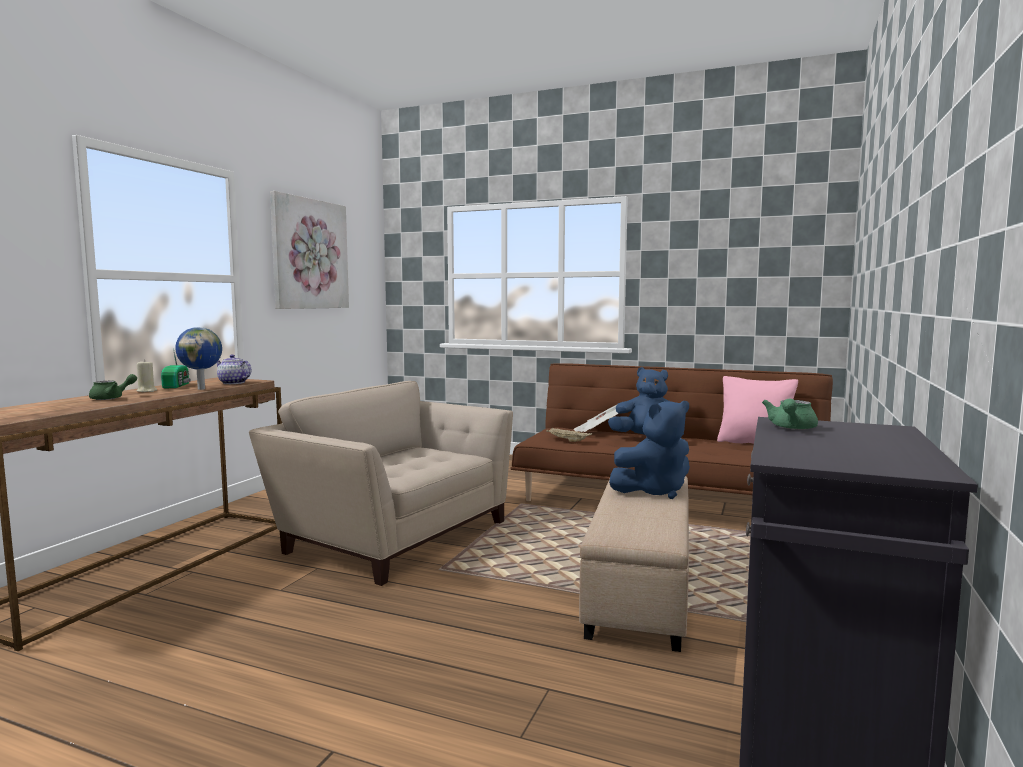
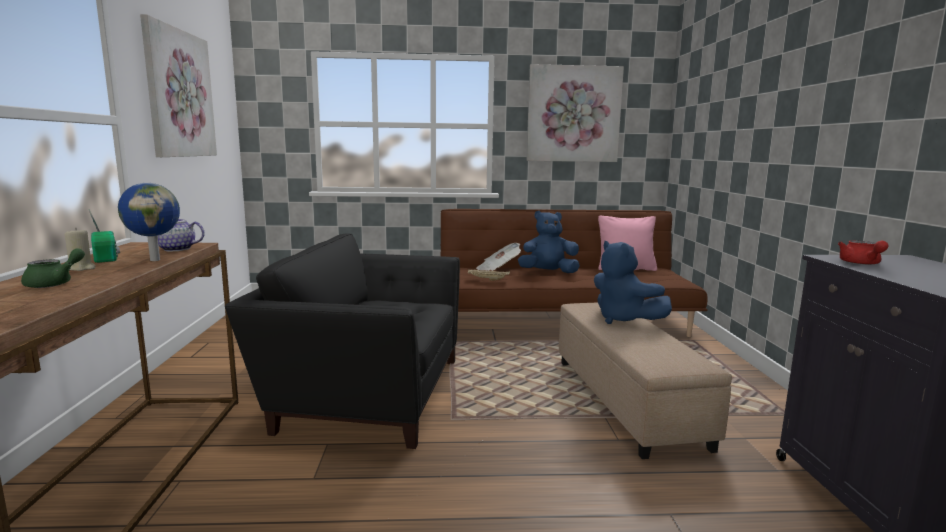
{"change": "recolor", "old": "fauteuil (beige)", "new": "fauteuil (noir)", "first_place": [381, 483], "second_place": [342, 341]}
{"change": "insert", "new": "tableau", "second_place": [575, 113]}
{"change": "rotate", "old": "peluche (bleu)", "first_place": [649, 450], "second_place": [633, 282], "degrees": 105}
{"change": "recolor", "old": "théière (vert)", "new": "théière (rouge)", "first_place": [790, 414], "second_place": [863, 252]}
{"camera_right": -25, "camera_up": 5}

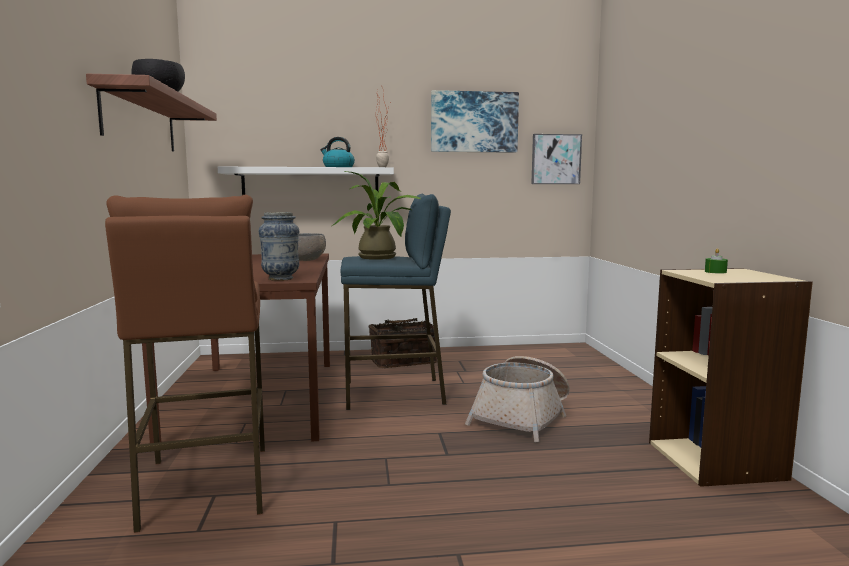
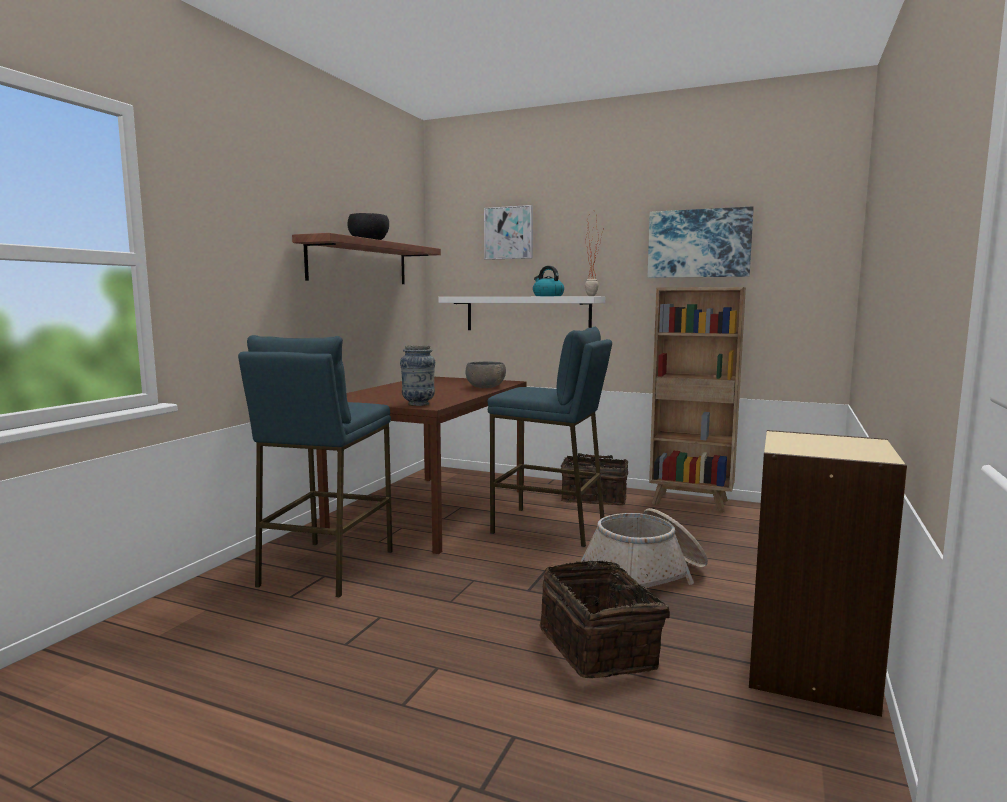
{"change": "recolor", "old": "tabouret (marron)", "new": "tabouret (bleu)", "first_place": [185, 364], "second_place": [315, 466]}
{"change": "move", "old": "tableau", "first_place": [556, 159], "second_place": [508, 232]}
{"change": "insert", "new": "panier", "second_place": [605, 619]}
{"change": "insert", "new": "bibliothèque (marron)", "second_place": [697, 400]}
{"change": "delete", "old": "plante en pot", "first_place": [376, 215]}
{"change": "delete", "old": "bougie (vert)", "first_place": [716, 261]}
{"camera_right": 30, "camera_up": 0}

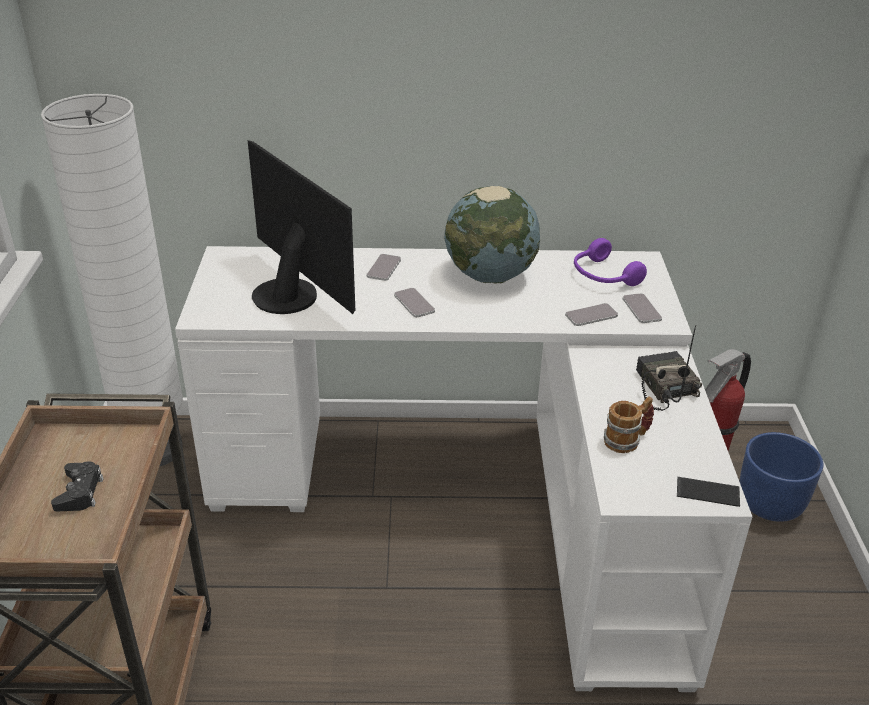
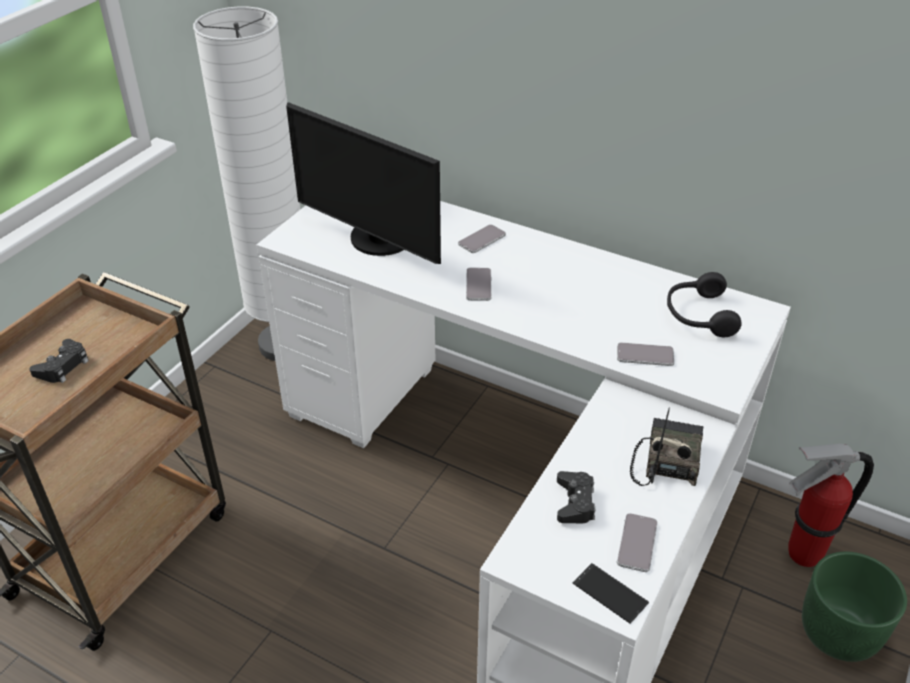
{"change": "rotate", "old": "écran d'ordinateur", "first_place": [301, 227], "second_place": [363, 183], "degrees": 135}
{"change": "replace", "old": "mug", "new": "manette (noir)", "first_place": [629, 424], "second_place": [576, 497]}
{"change": "move", "old": "téléphone", "first_place": [642, 308], "second_place": [637, 542]}
{"change": "recolor", "old": "casque audio (violet)", "new": "casque audio (noir)", "first_place": [610, 262], "second_place": [704, 304]}
{"change": "recolor", "old": "cache-pot (bleu)", "new": "cache-pot (vert)", "first_place": [781, 477], "second_place": [854, 607]}
{"change": "delete", "old": "globe", "first_place": [492, 234]}
{"camera_right": 30, "camera_up": 5}

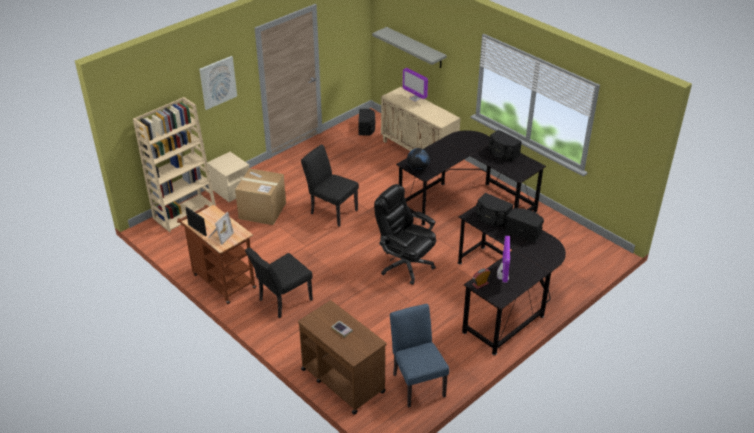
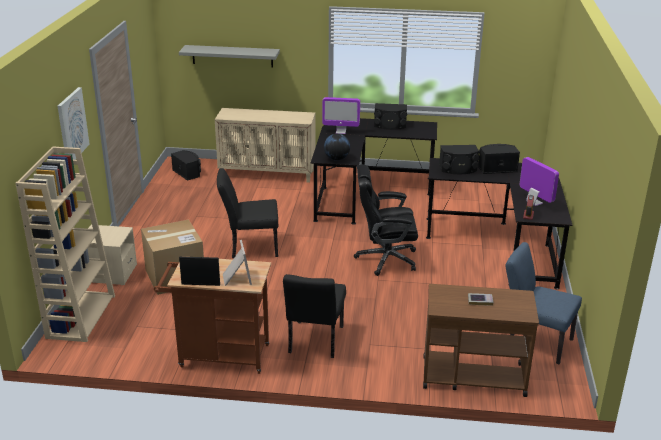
{"change": "move", "old": "écran d'ordinateur", "first_place": [415, 85], "second_place": [341, 115]}
{"camera_right": -40, "camera_up": -10}

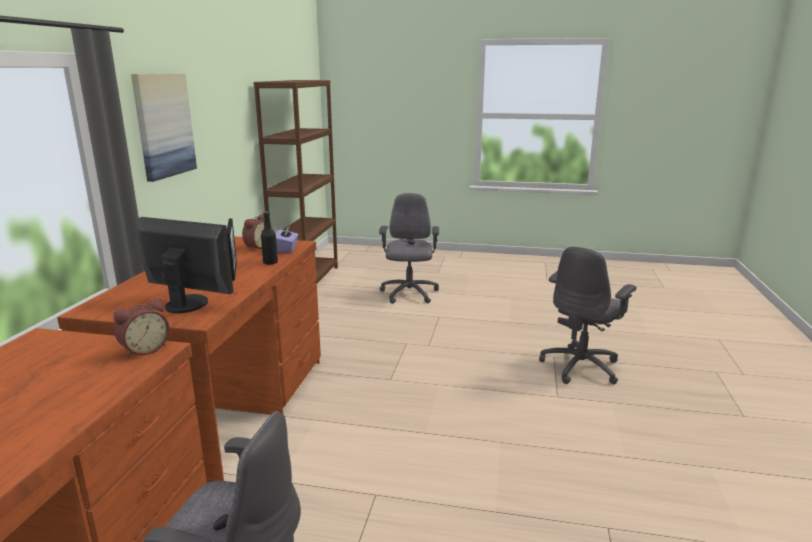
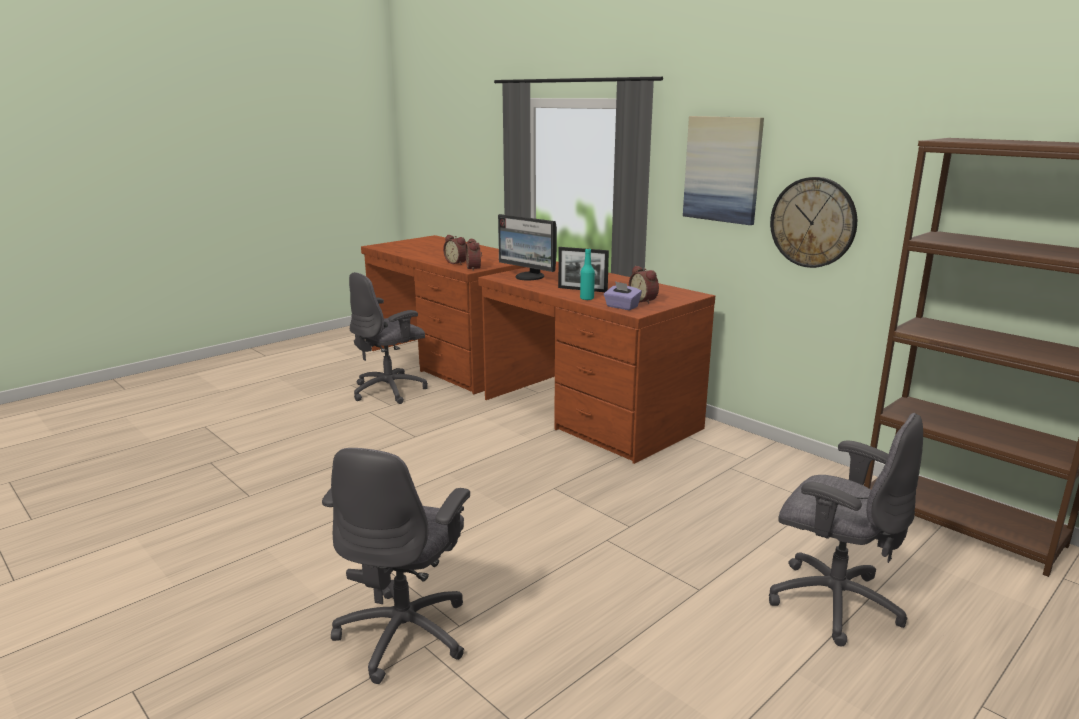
{"change": "rotate", "old": "chaise de bureau (gris)", "first_place": [588, 315], "second_place": [396, 566], "degrees": -150}
{"change": "insert", "new": "réveil", "second_place": [454, 250]}
{"change": "rotate", "old": "écran d'ordinateur", "first_place": [185, 265], "second_place": [527, 247], "degrees": 75}
{"change": "recolor", "old": "bouteille (noir)", "new": "bouteille (turquoise)", "first_place": [269, 238], "second_place": [587, 274]}
{"change": "insert", "new": "horloge murale", "second_place": [813, 222]}
{"camera_right": 125, "camera_up": 0}

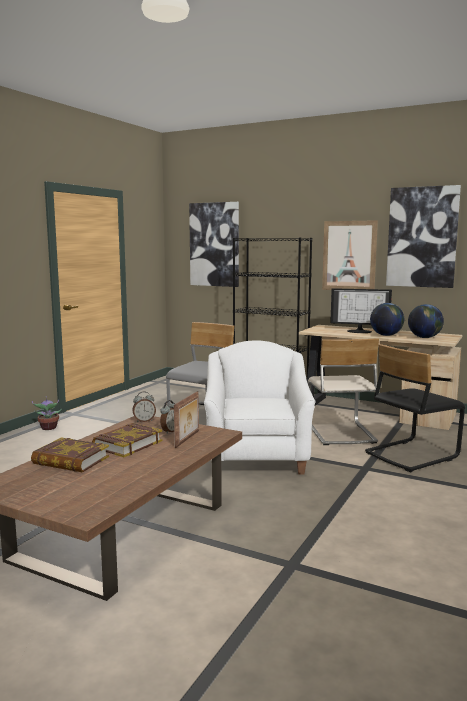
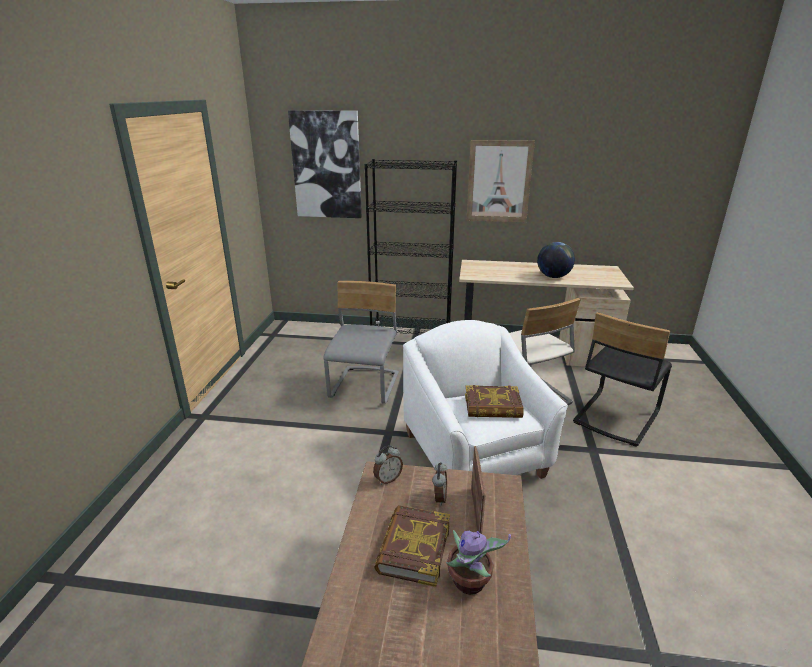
{"change": "move", "old": "plante en pot", "first_place": [46, 413], "second_place": [478, 562]}
{"change": "move", "old": "livre", "first_place": [70, 455], "second_place": [494, 401]}
{"change": "delete", "old": "écran d'ordinateur", "first_place": [361, 310]}
{"change": "delete", "old": "tableau", "first_place": [423, 236]}
{"change": "delete", "old": "globe", "first_place": [426, 321]}
{"camera_right": -20, "camera_up": 15}

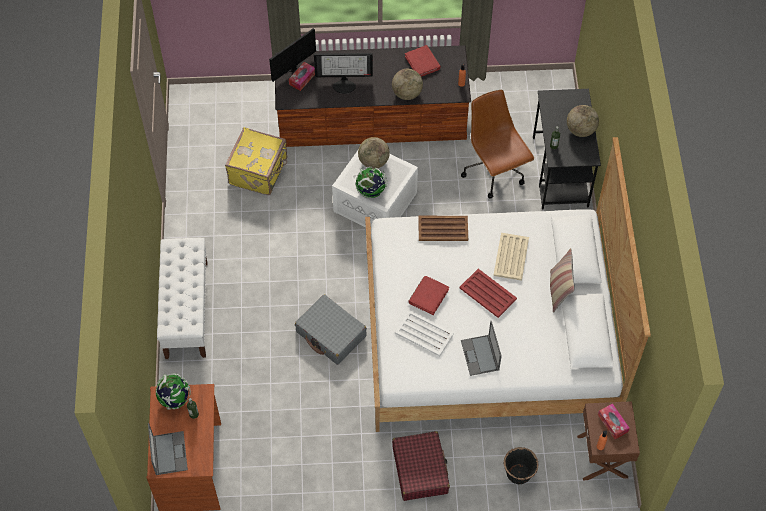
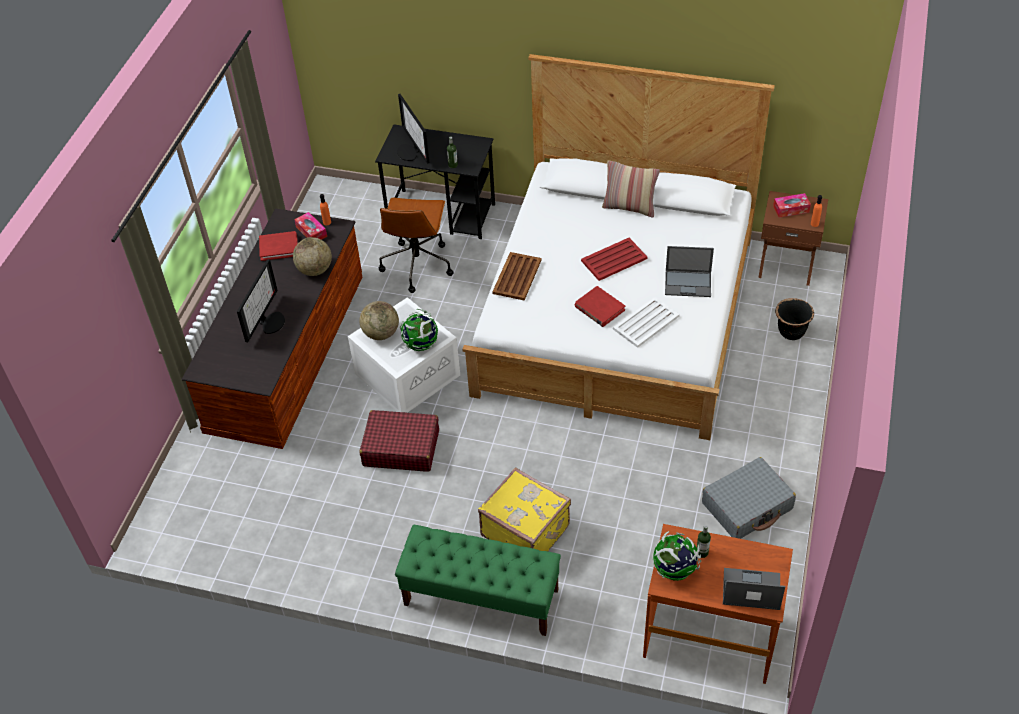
{"change": "move", "old": "boîte à mouchoirs", "first_place": [302, 76], "second_place": [310, 226]}
{"change": "move", "old": "valise (rouge)", "first_place": [421, 466], "second_place": [399, 441]}
{"change": "rotate", "old": "chaise de bureau (marron)", "first_place": [497, 144], "second_place": [416, 245], "degrees": -75}
{"change": "recolor", "old": "banc (blanc)", "new": "banc (vert)", "first_place": [182, 298], "second_place": [478, 580]}
{"change": "move", "old": "écran d'ordinateur", "first_place": [292, 55], "second_place": [413, 129]}
{"change": "move", "old": "valise (jaune)", "first_place": [256, 161], "second_place": [524, 509]}
{"change": "move", "old": "valise (gris)", "first_place": [331, 329], "second_place": [749, 498]}
{"change": "delete", "old": "plateau (beige)", "first_place": [511, 257]}
{"change": "delete", "old": "globe", "first_place": [583, 121]}
{"camera_right": -70, "camera_up": -10}

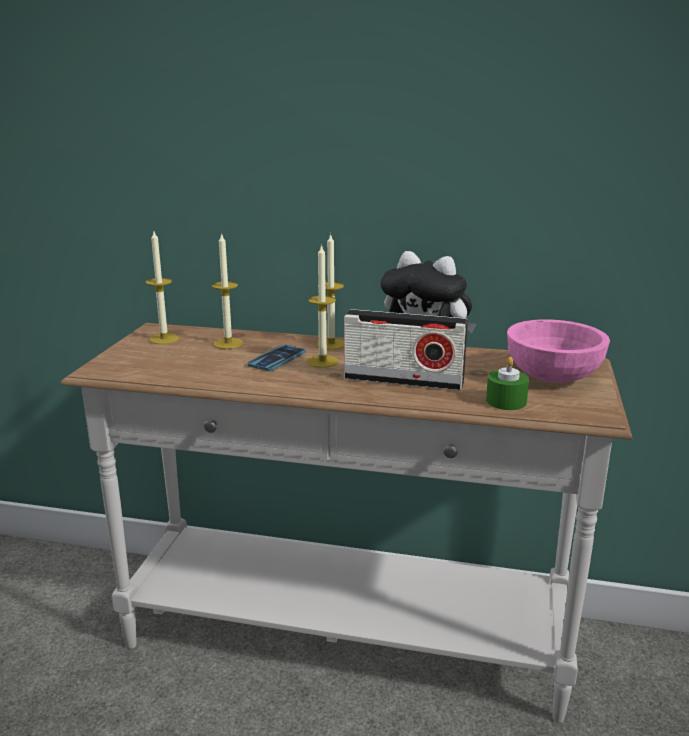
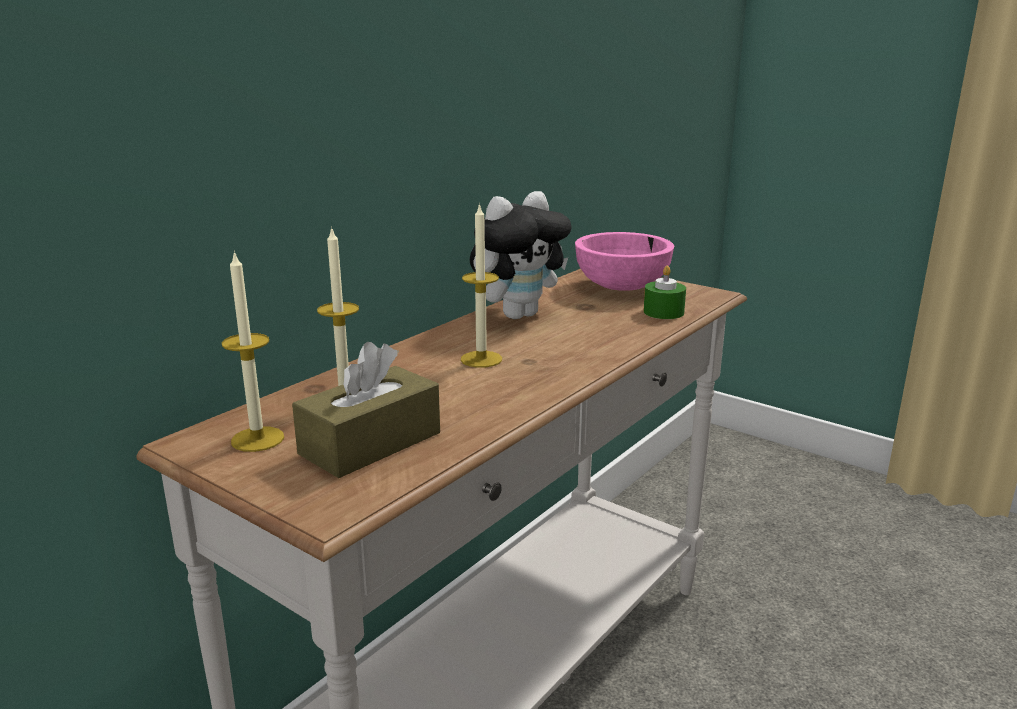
{"change": "insert", "new": "boîte à mouchoirs (marron)", "second_place": [366, 410]}
{"change": "delete", "old": "téléphone", "first_place": [276, 357]}
{"change": "delete", "old": "bougie", "first_place": [330, 291]}
{"change": "delete", "old": "radio", "first_place": [406, 350]}
{"camera_right": -65, "camera_up": 0}

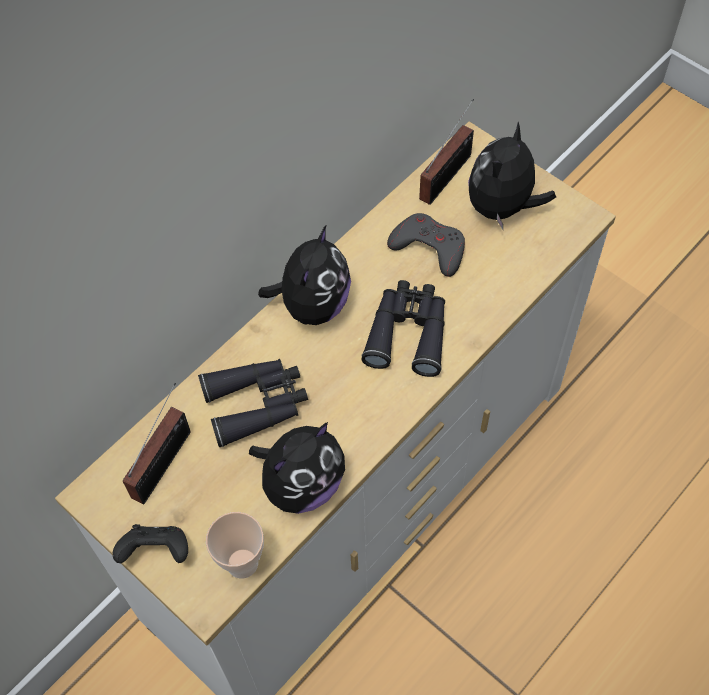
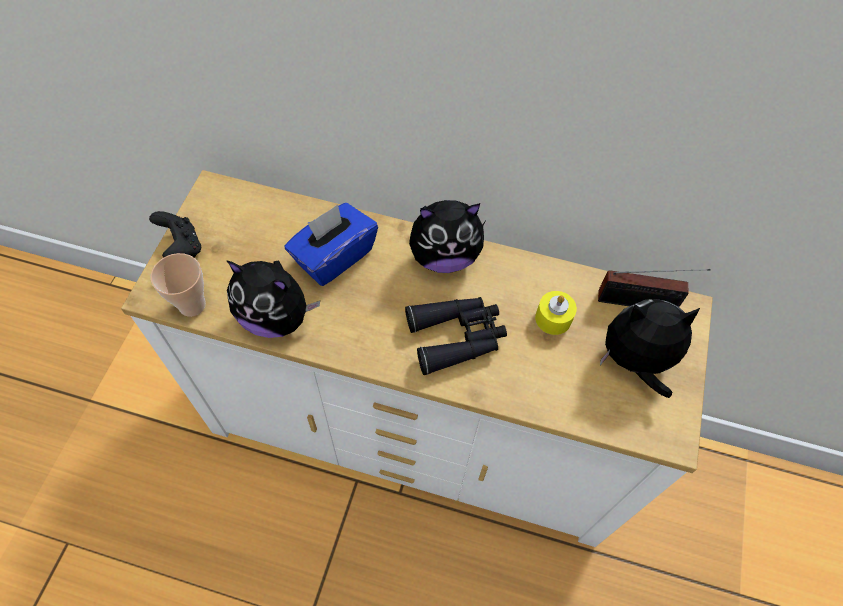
{"change": "replace", "old": "jumelles (noir)", "new": "boîte à mouchoirs (bleu)", "first_place": [253, 403], "second_place": [331, 244]}
{"change": "replace", "old": "manette (gris)", "new": "bougie (jaune)", "first_place": [426, 245], "second_place": [556, 313]}
{"change": "delete", "old": "radio", "first_place": [157, 443]}
{"camera_right": 60, "camera_up": 0}

